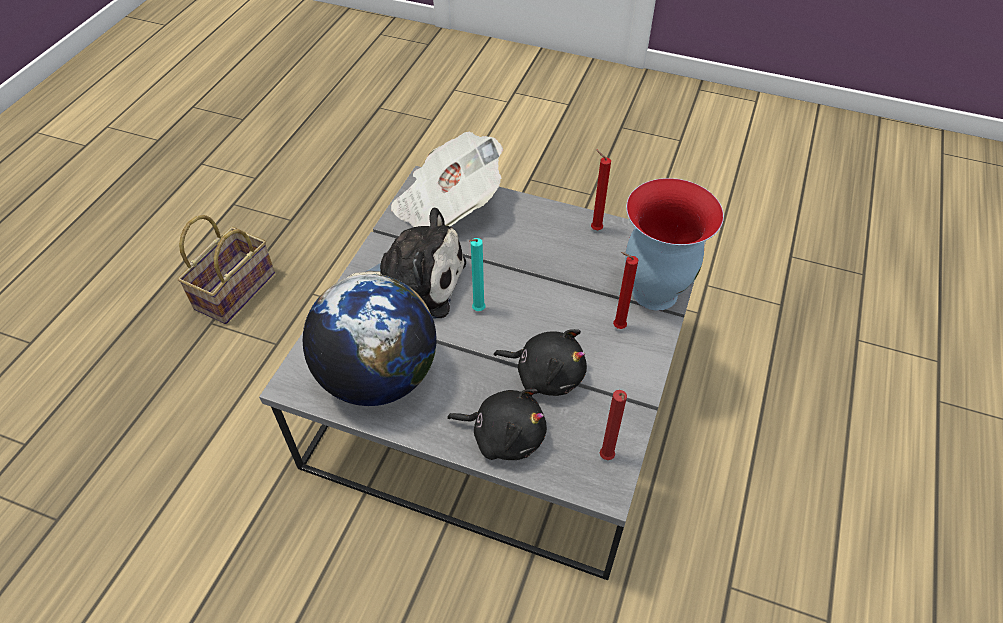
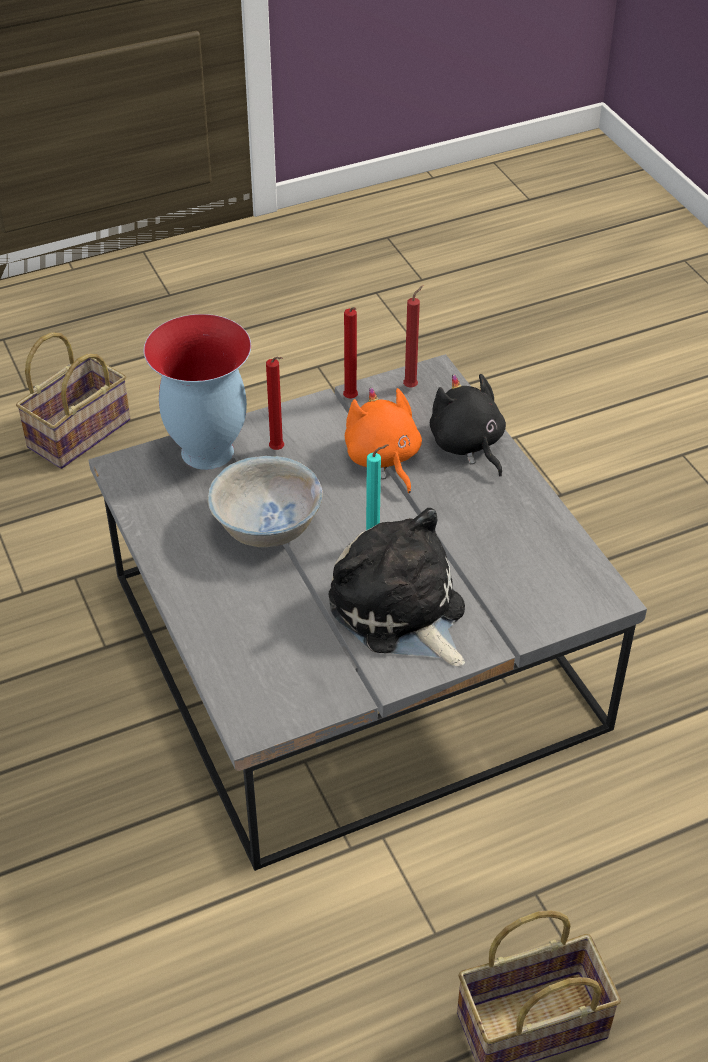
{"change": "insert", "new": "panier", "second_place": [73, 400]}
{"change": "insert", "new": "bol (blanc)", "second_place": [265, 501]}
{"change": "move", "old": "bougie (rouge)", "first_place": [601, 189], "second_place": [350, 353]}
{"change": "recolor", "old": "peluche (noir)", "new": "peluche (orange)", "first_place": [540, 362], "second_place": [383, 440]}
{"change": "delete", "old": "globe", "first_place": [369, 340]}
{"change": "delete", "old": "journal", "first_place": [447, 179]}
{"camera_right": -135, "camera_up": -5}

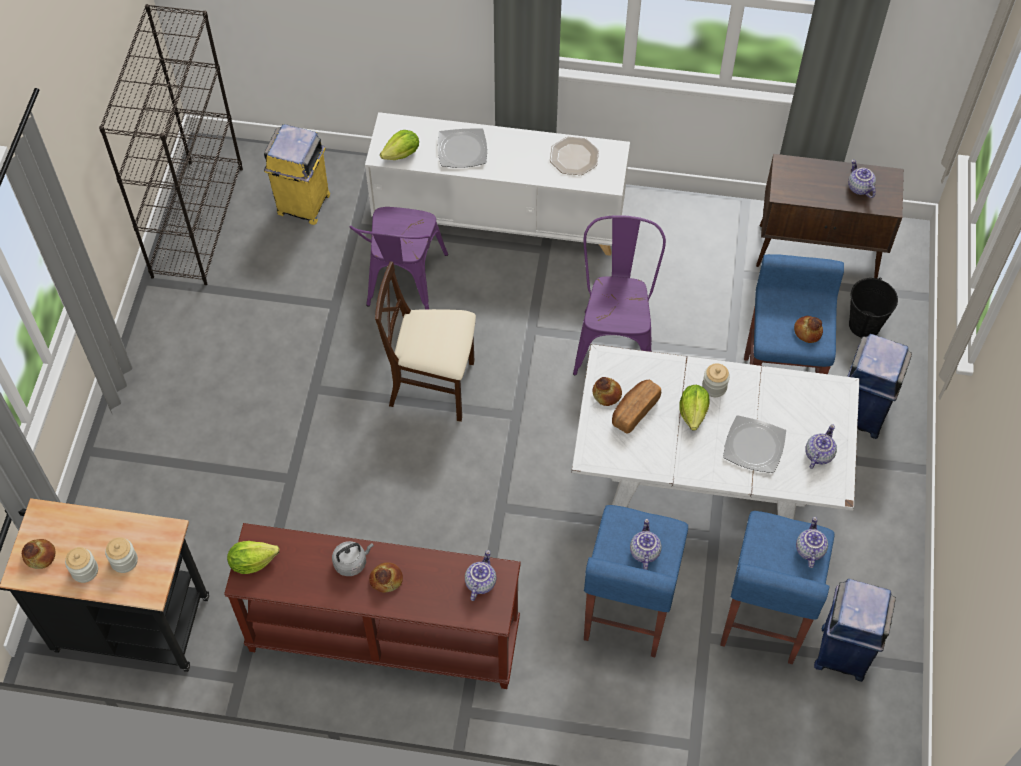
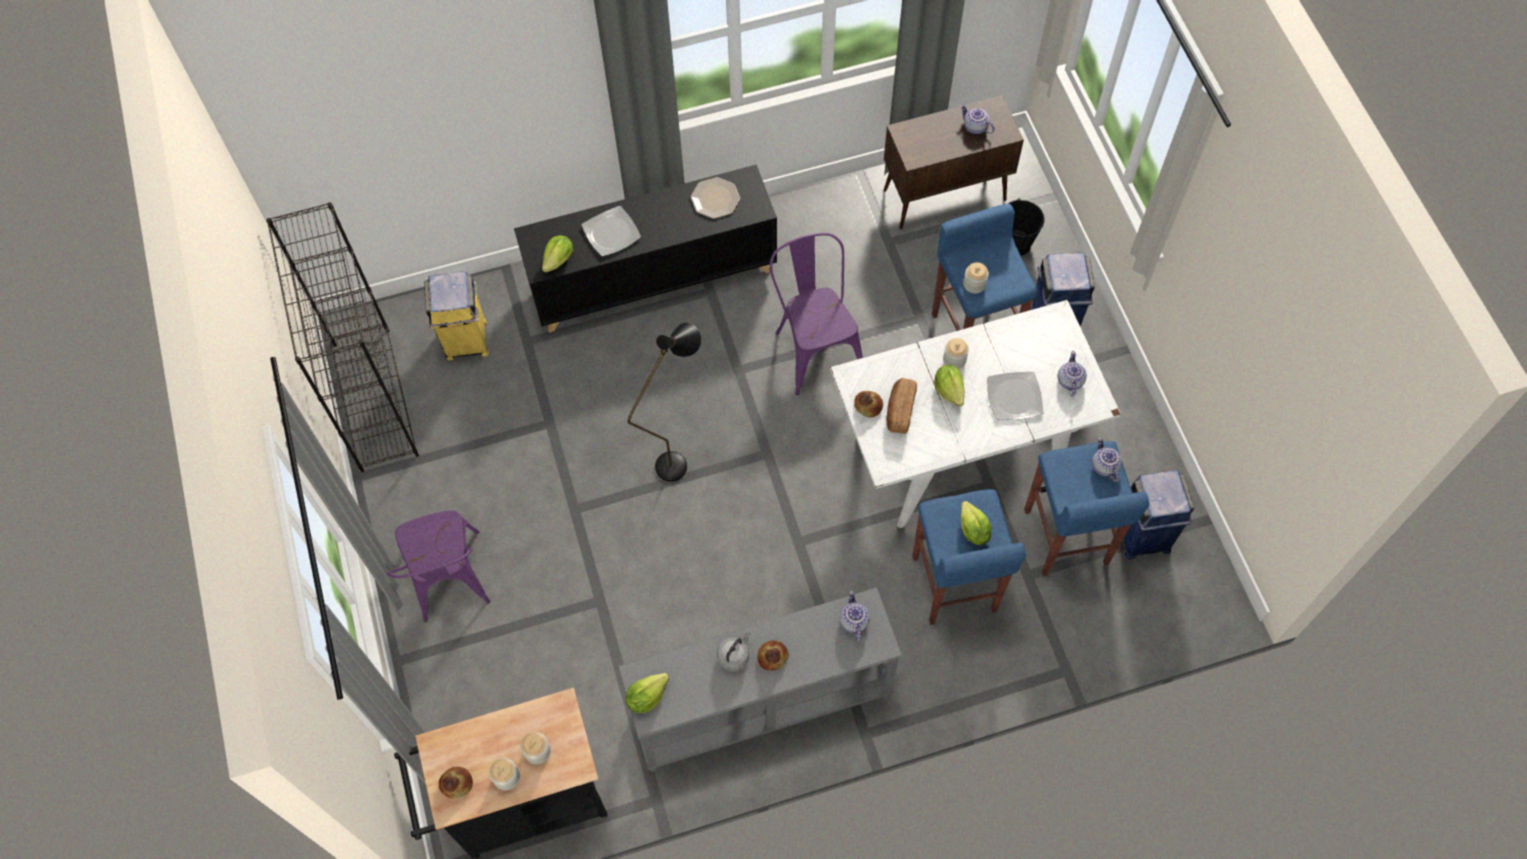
{"change": "move", "old": "chaise (violet)", "first_place": [399, 258], "second_place": [438, 566]}
{"change": "recolor", "old": "meuble de rangement (blanc)", "new": "meuble de rangement (noir)", "first_place": [497, 184], "second_place": [645, 248]}
{"change": "recolor", "old": "table console (marron)", "new": "table console (gris)", "first_place": [372, 606], "second_place": [760, 680]}
{"change": "replace", "old": "chaise (beige)", "new": "lampadaire (noir)", "first_place": [425, 342], "second_place": [664, 402]}
{"change": "replace", "old": "théière", "new": "laitue", "first_place": [646, 544], "second_place": [976, 523]}
{"change": "insert", "new": "bocal", "second_place": [976, 278]}
{"change": "delete", "old": "pain", "first_place": [808, 329]}
{"camera_right": -25, "camera_up": 5}

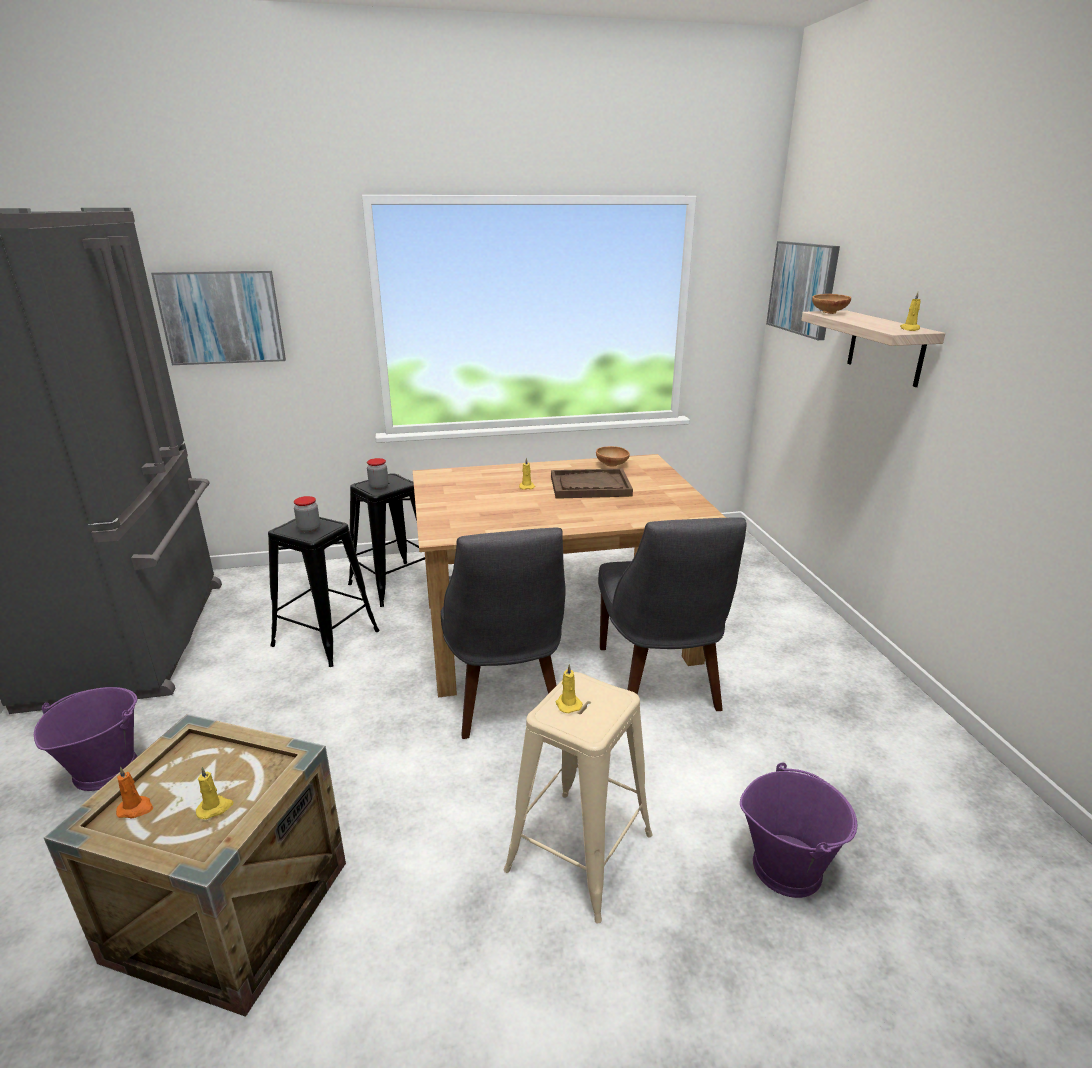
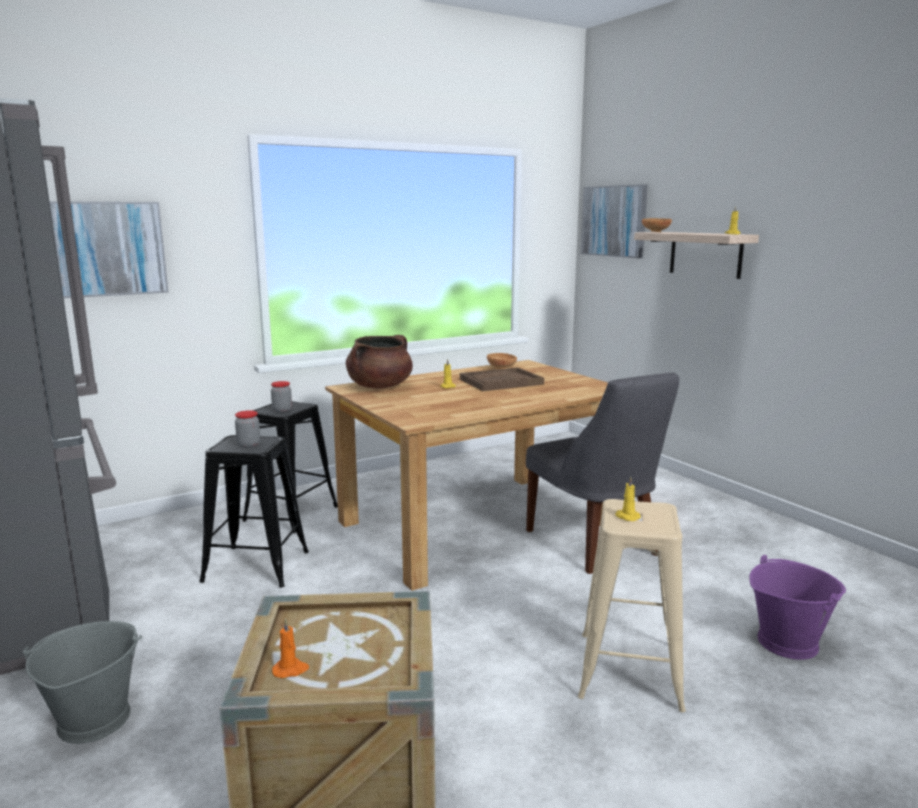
{"change": "recolor", "old": "seau (violet)", "new": "seau (gris)", "first_place": [85, 739], "second_place": [82, 682]}
{"change": "insert", "new": "marmite (marron)", "second_place": [379, 362]}
{"change": "delete", "old": "bougie (jaune)", "first_place": [214, 793]}
{"change": "delete", "old": "chaise (gris)", "first_place": [503, 633]}
{"camera_right": -20, "camera_up": -10}

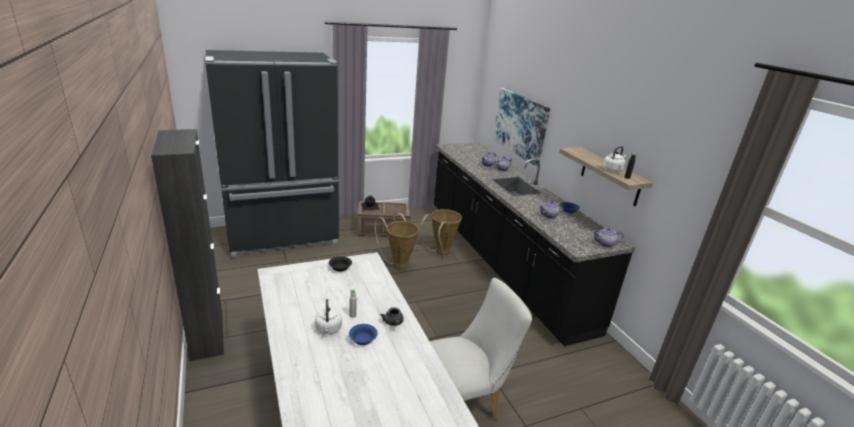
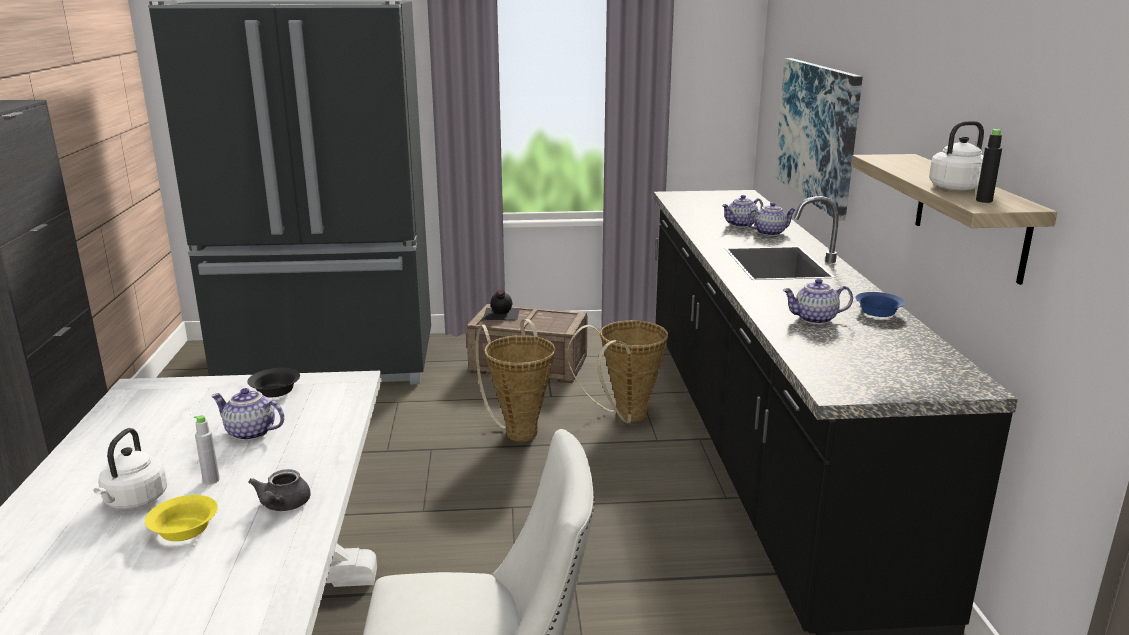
{"change": "recolor", "old": "bol (bleu)", "new": "bol (jaune)", "first_place": [363, 334], "second_place": [181, 518]}
{"change": "move", "old": "théière", "first_place": [608, 237], "second_place": [247, 414]}
{"camera_right": 20, "camera_up": -5}

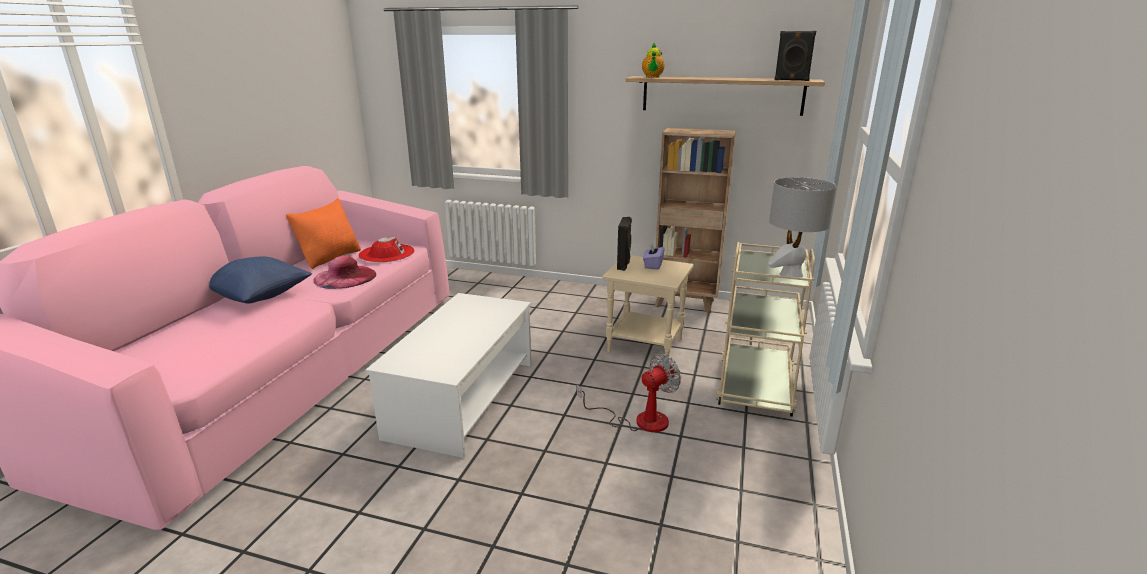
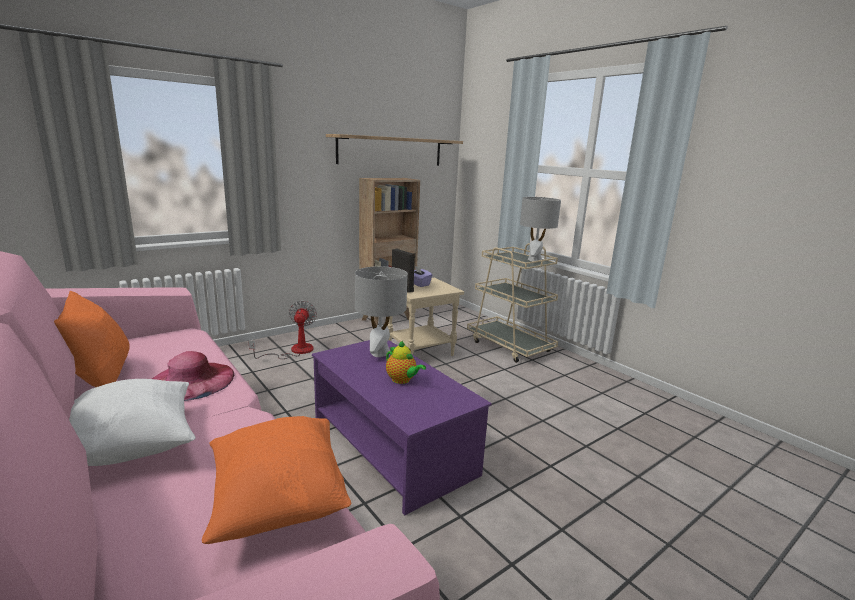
{"change": "recolor", "old": "coussin (bleu)", "new": "coussin (blanc)", "first_place": [260, 280], "second_place": [132, 422]}
{"change": "insert", "new": "coussin (orange)", "second_place": [276, 480]}
{"change": "move", "old": "ventilateur", "first_place": [628, 393], "second_place": [282, 330]}
{"change": "recolor", "old": "table basse (blanc)", "new": "table basse (violet)", "first_place": [448, 375], "second_place": [402, 427]}
{"change": "insert", "new": "lampe de table (gris)", "second_place": [381, 311]}
{"change": "move", "old": "théière", "first_place": [653, 60], "second_place": [406, 362]}
{"change": "delete", "old": "chapeau (rouge)", "first_place": [386, 249]}
{"change": "delete", "old": "enceinte (noir)", "first_place": [795, 56]}
{"camera_right": -55, "camera_up": -5}

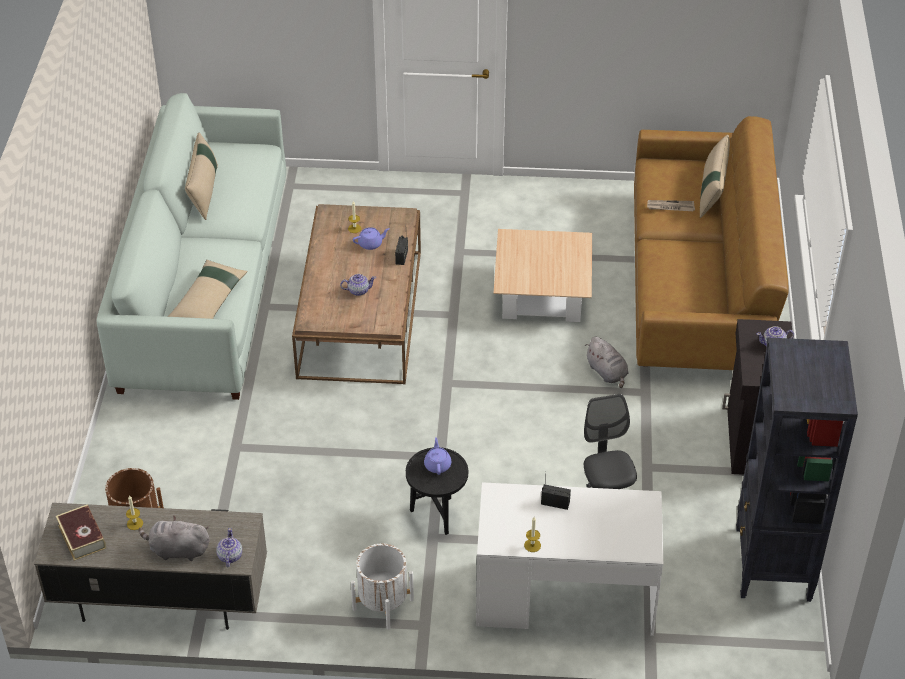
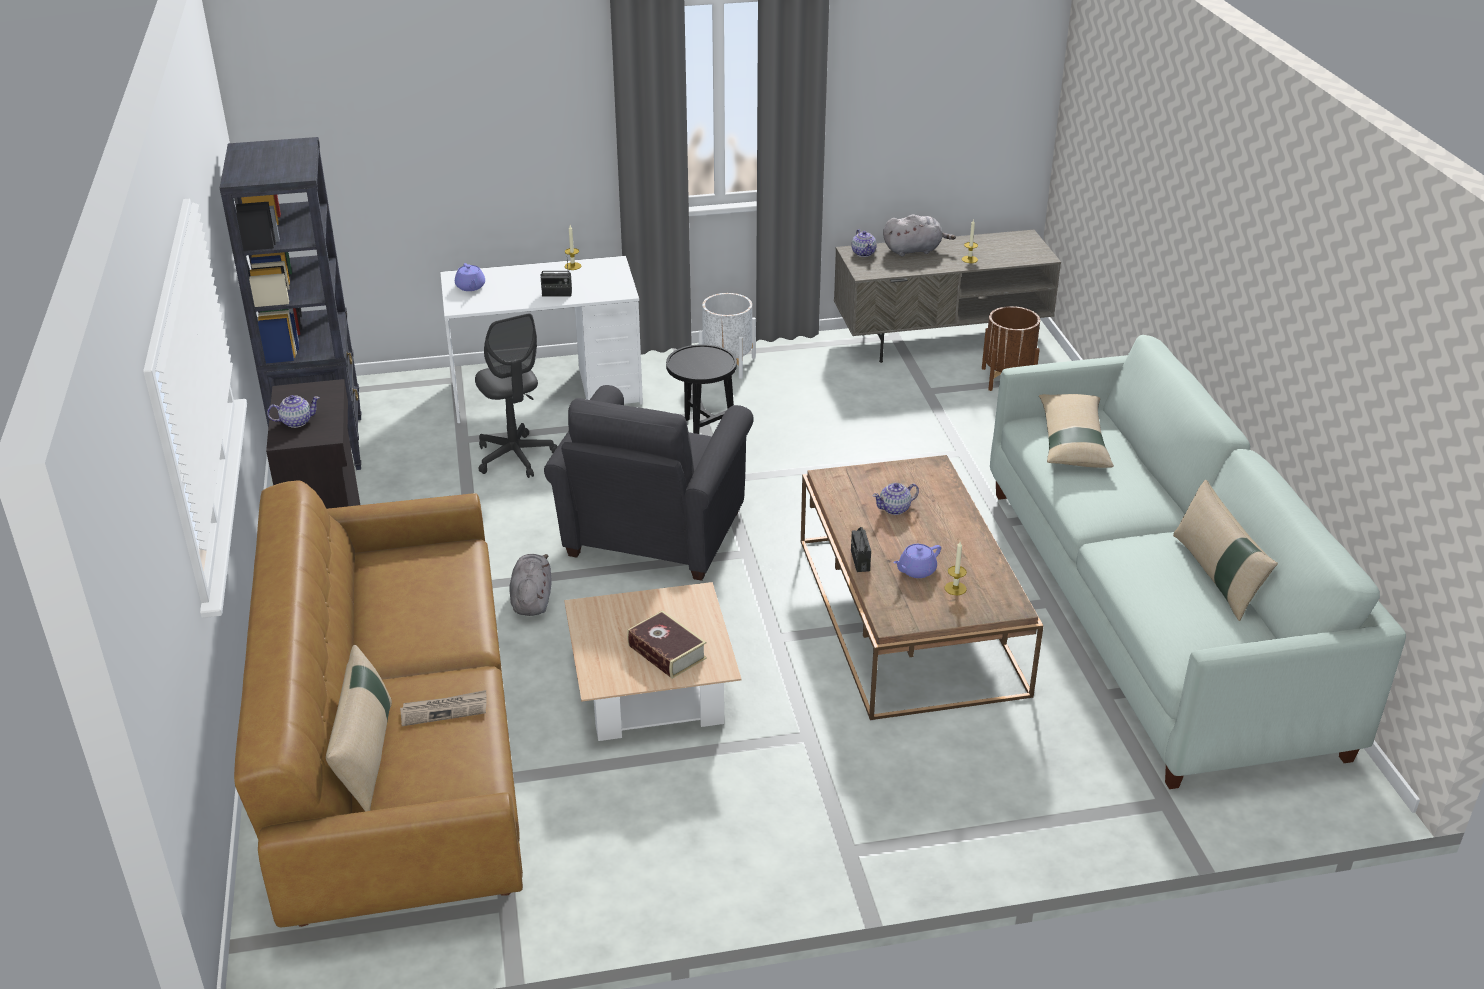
{"change": "move", "old": "théière (violet)", "first_place": [437, 456], "second_place": [470, 277]}
{"change": "rotate", "old": "peluche (gris)", "first_place": [607, 362], "second_place": [530, 585], "degrees": 45}
{"change": "insert", "new": "fauteuil (gris)", "second_place": [649, 483]}
{"change": "move", "old": "livre", "first_place": [81, 532], "second_place": [667, 644]}
{"camera_right": 165, "camera_up": -10}

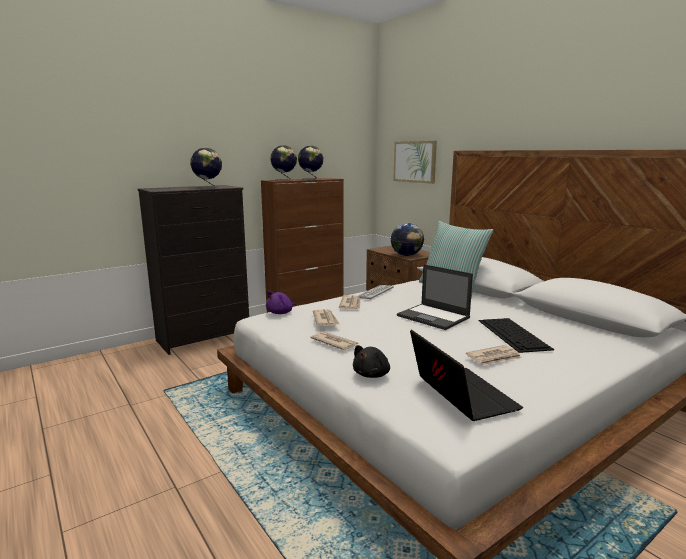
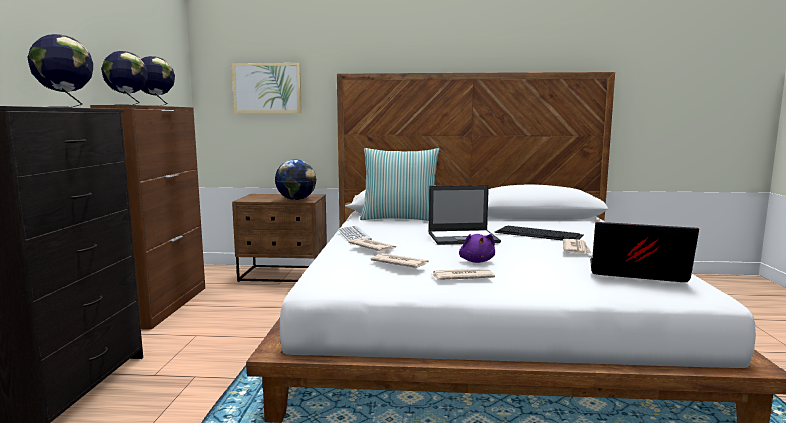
{"change": "move", "old": "peluche (violet)", "first_place": [281, 302], "second_place": [477, 248]}
{"change": "delete", "old": "peluche (noir)", "first_place": [371, 361]}
{"camera_right": -50, "camera_up": -5}

